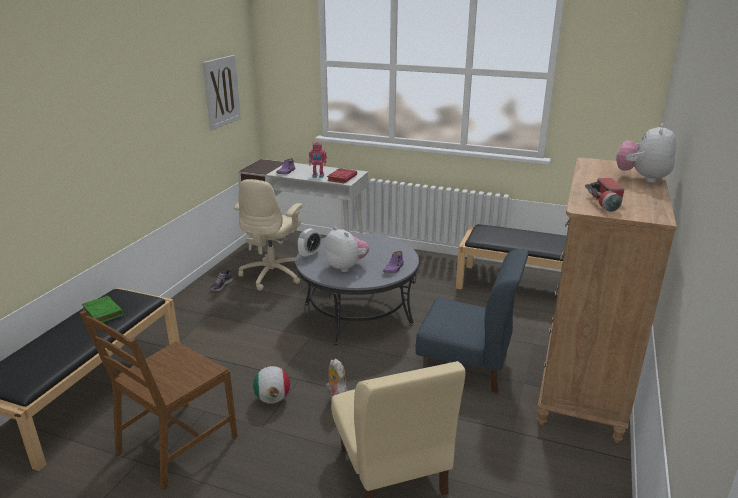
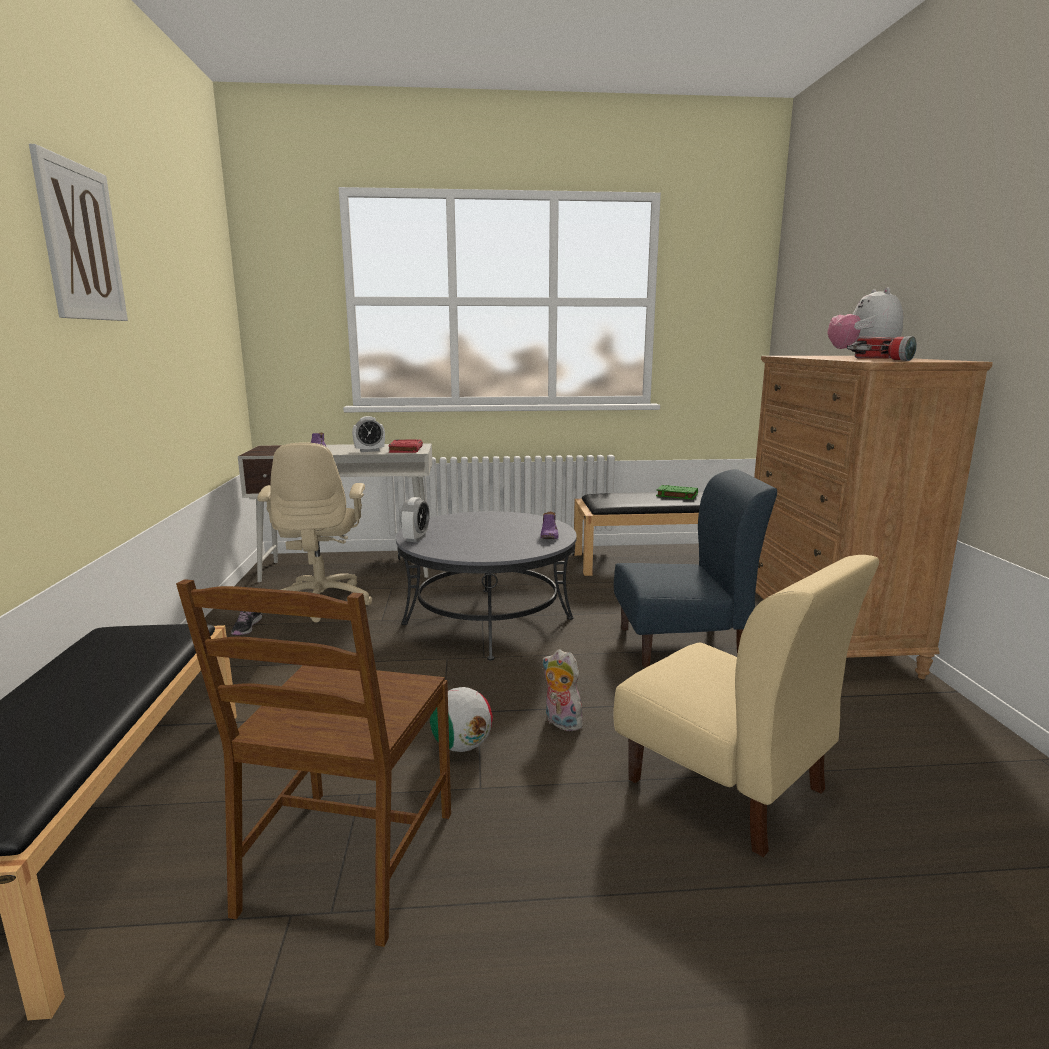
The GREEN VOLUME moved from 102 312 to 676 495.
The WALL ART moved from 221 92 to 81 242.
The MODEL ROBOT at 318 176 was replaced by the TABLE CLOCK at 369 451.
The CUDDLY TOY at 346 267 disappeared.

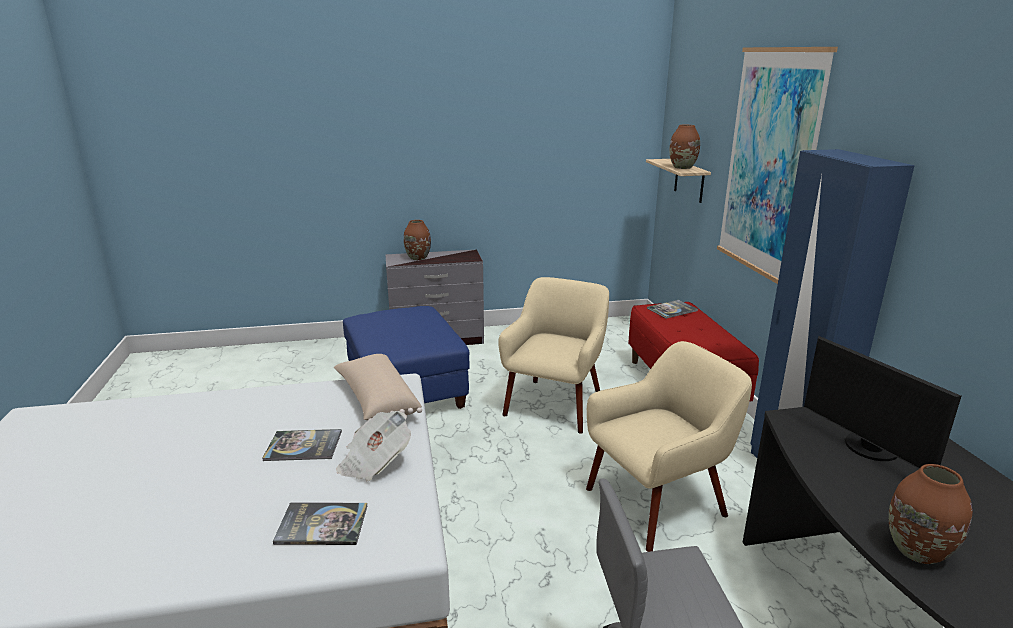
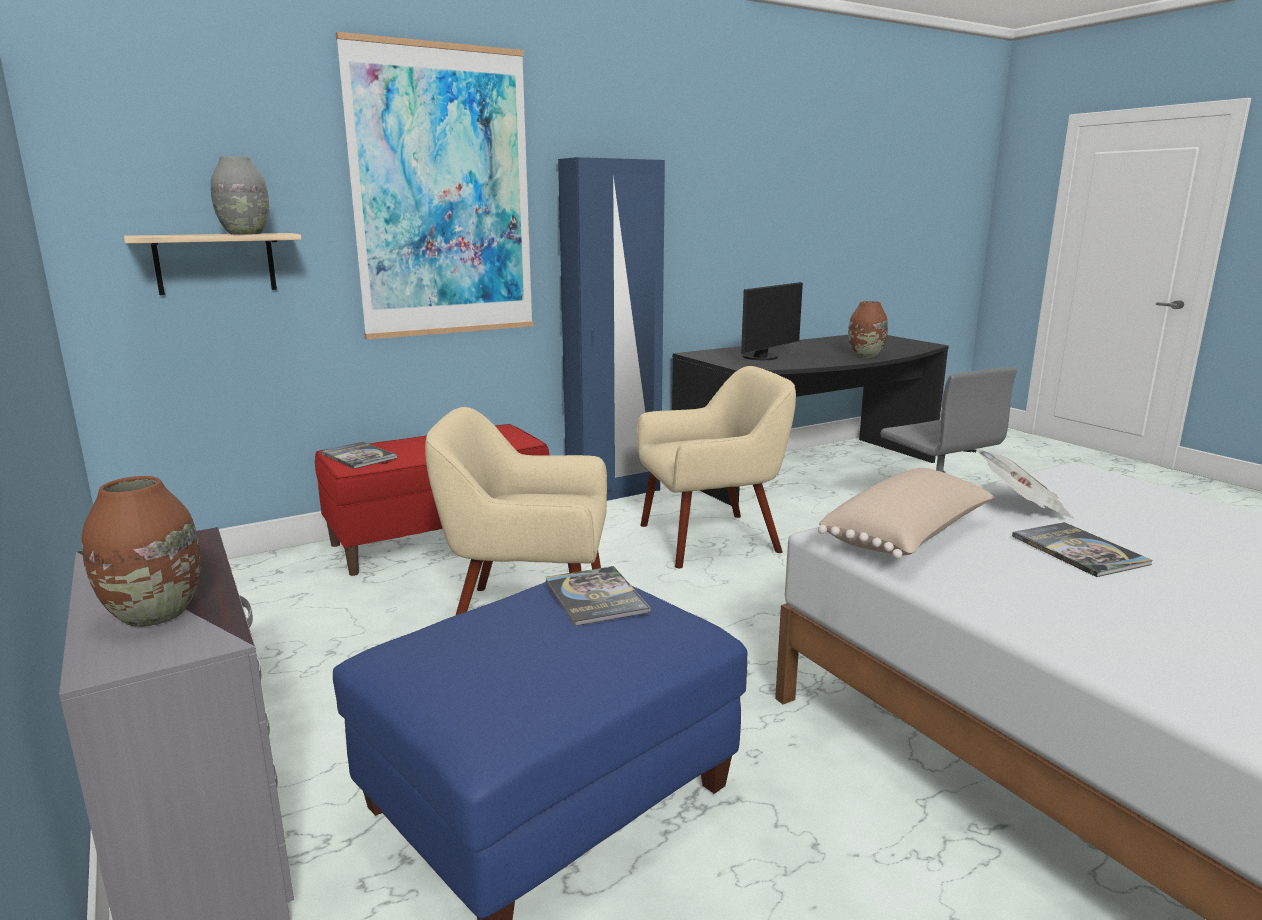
The VOLUME moved from 322 525 to 595 597.
The BEIGE-COLOURED ARMCHAIR at 658 502 turned 120 degrees clockwise.
The BROWNISH DECORATIVE VASE at 682 167 became the GREYISH DECORATIVE VASE at 245 234.

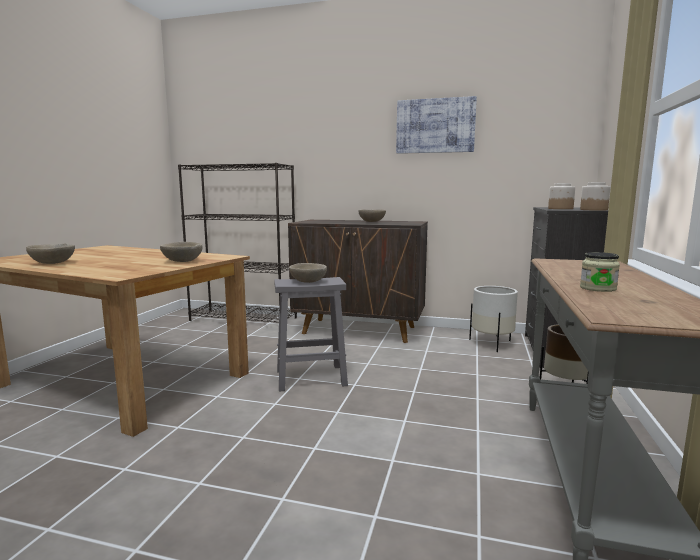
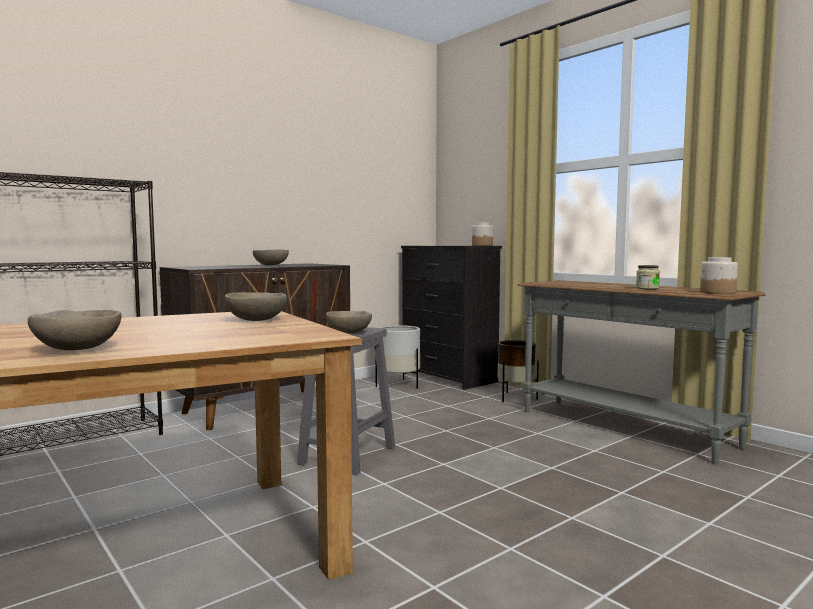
The WALL ART at 435 126 disappeared.
The STORAGE JAR moved from 560 208 to 717 292.

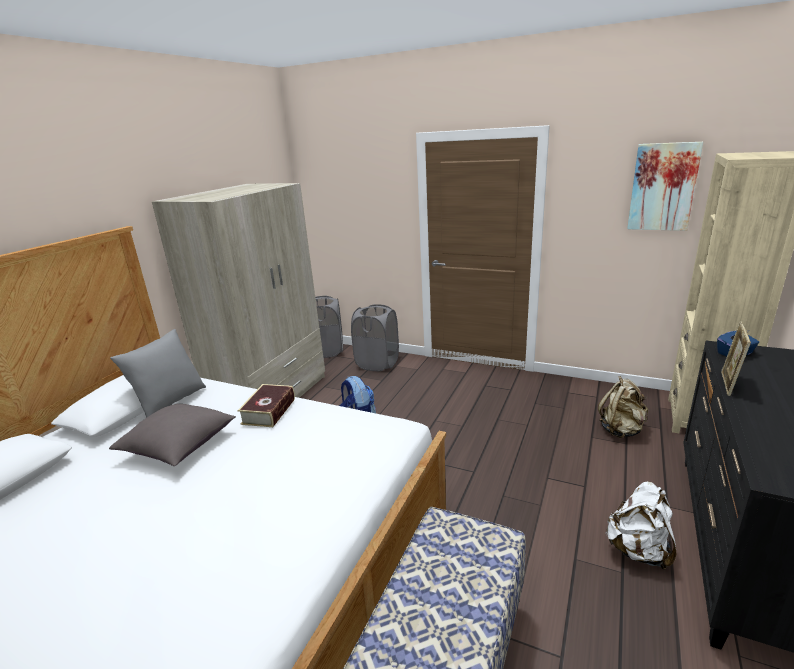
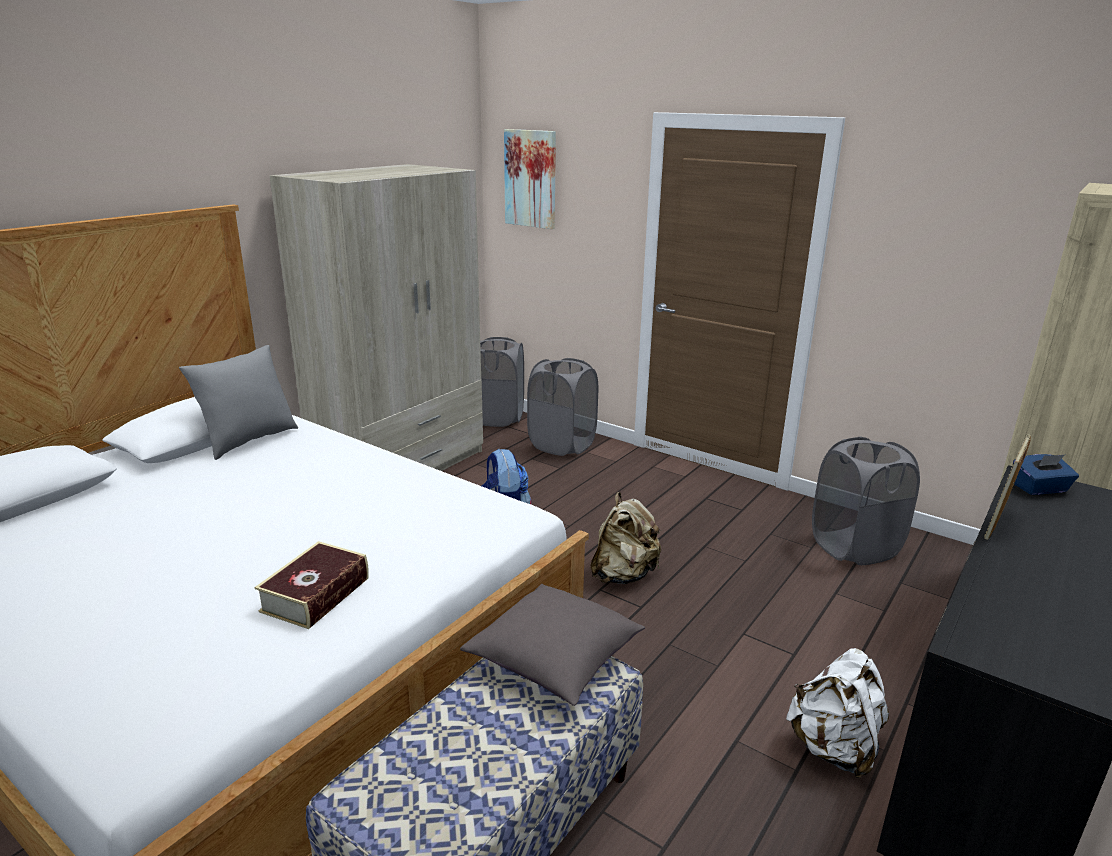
The GREYISH PILLOW moved from 180 447 to 555 662.
The VOLUME moved from 269 411 to 316 595.
The BEIGE-COLOURED RUCKSACK moved from 621 430 to 623 575.
The WALL ART moved from 662 187 to 531 179.
The GREYISH HAMPER at 854 547 appeared.

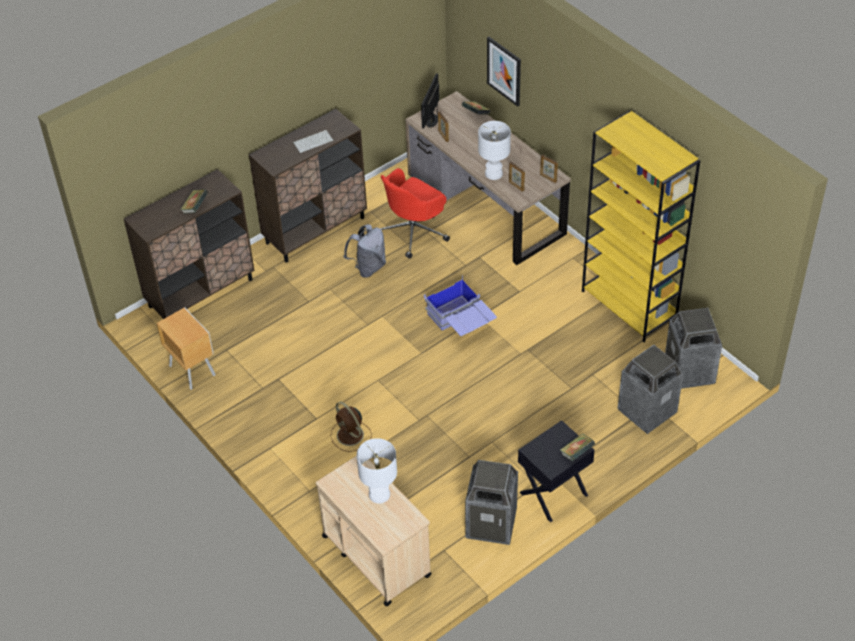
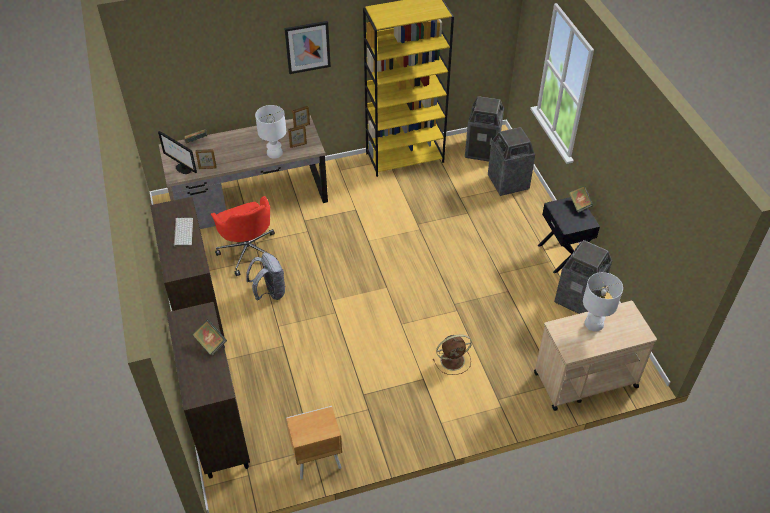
The BLUISH STORAGE BIN at 461 324 disappeared.
The WALL ART moved from 504 71 to 307 47.

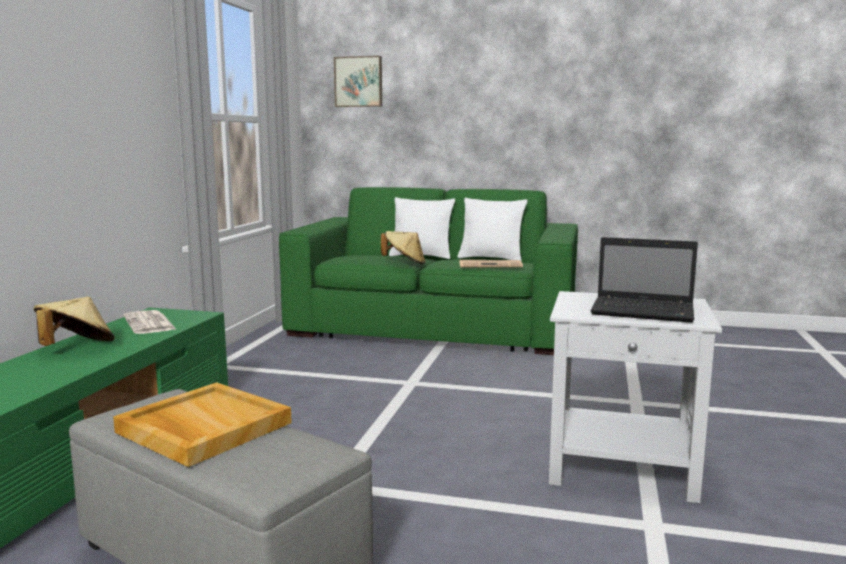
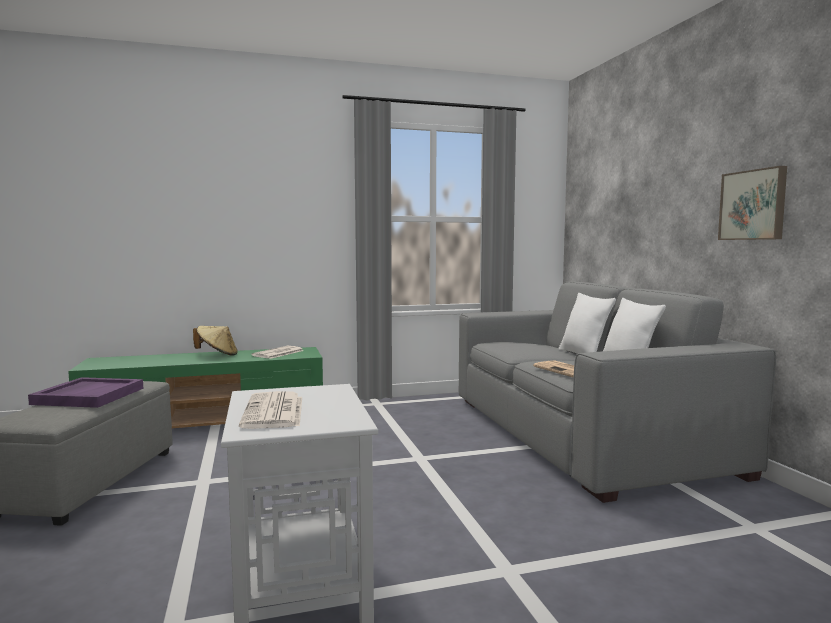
The BEIGE-COLOURED TRAY at 202 427 became the PURPLISH TRAY at 89 396.
The GREEN SOFA at 436 327 became the GREYISH SOFA at 580 433.
The WALL ART moved from 359 82 to 753 205.
The BEIGE-COLOURED WEARABLE HAT at 404 263 disappeared.
The PORTABLE COMPUTER at 645 312 was replaced by the NEWSPAPER at 274 412.

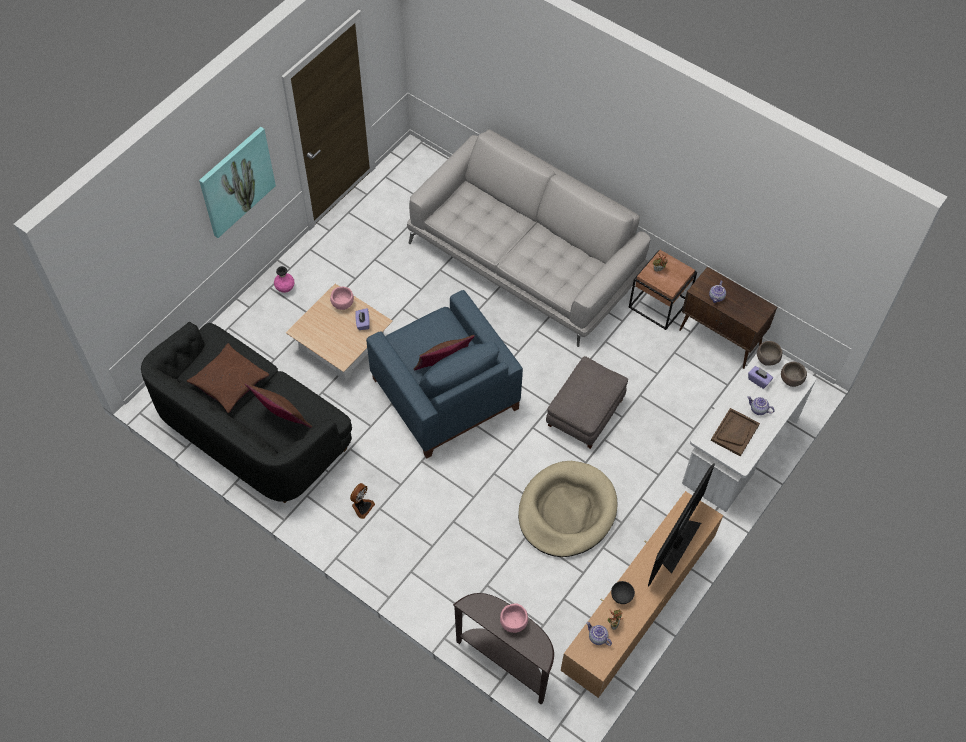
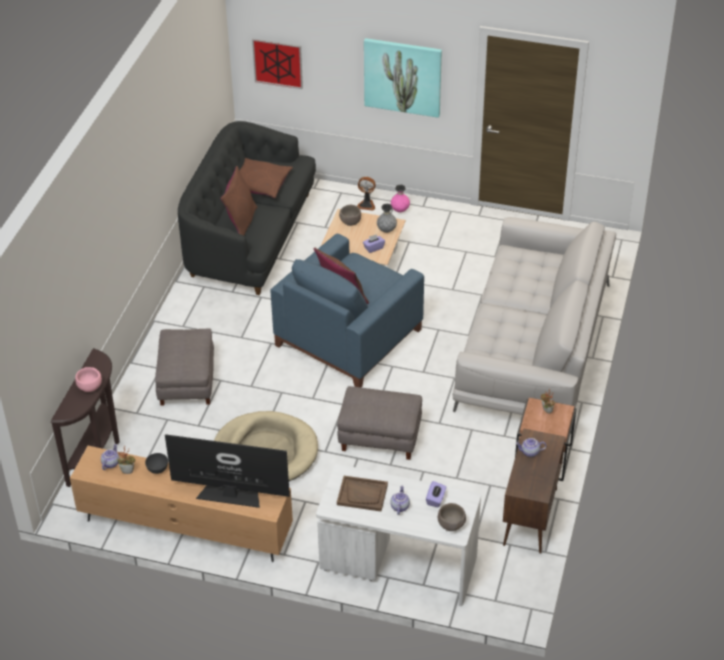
The PINK-COLOURED SERVING BOWL at 342 303 was replaced by the GREYISH DECORATIVE VASE at 386 230.
The COOLING FAN moved from 362 506 to 366 204.
The BROWNISH SERVING BOWL moved from 767 359 to 350 222.
The GREYISH FOOTREST at 186 381 appeared.
The WALL ART at 278 63 appeared.

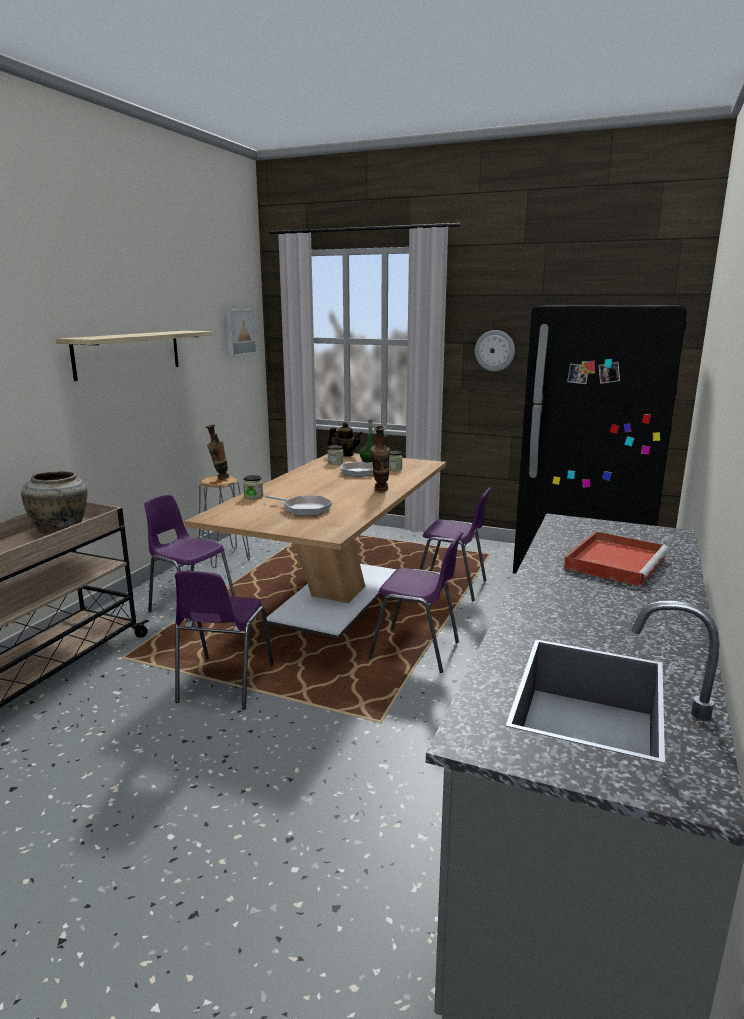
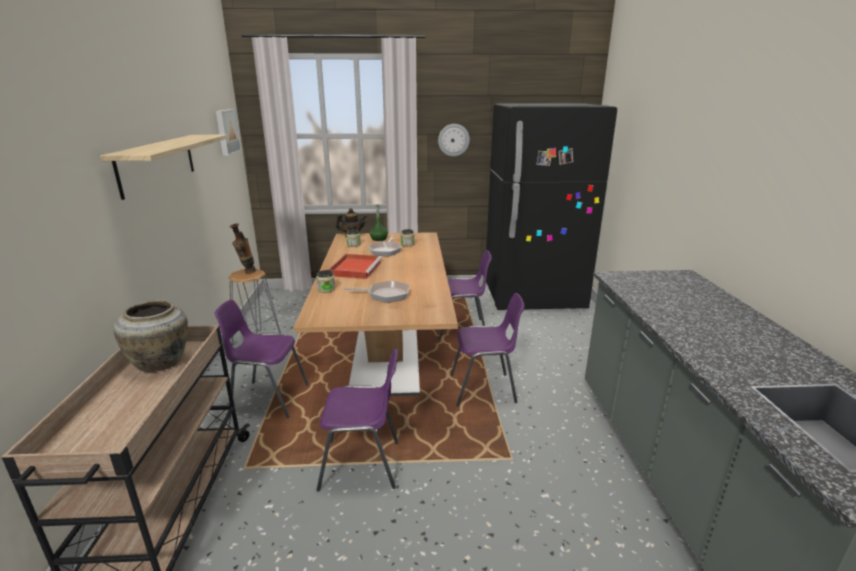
The PURPLISH PLAIN CHAIR at 224 684 turned 75 degrees counterclockwise.
The DECORATIVE VASE at 380 491 disappeared.
The RED-COLOURED TRAY moved from 615 561 to 355 268.

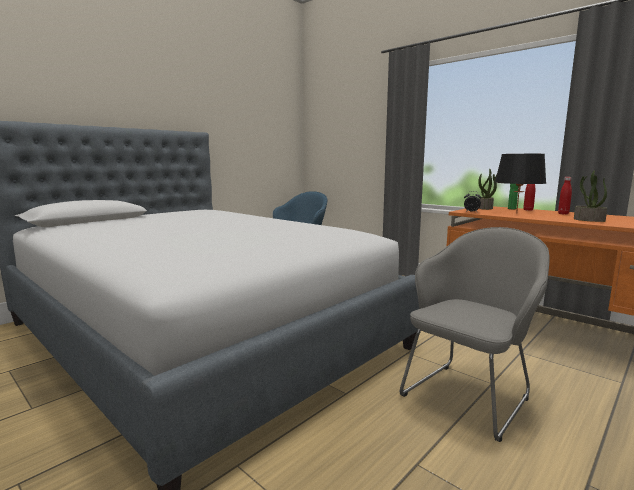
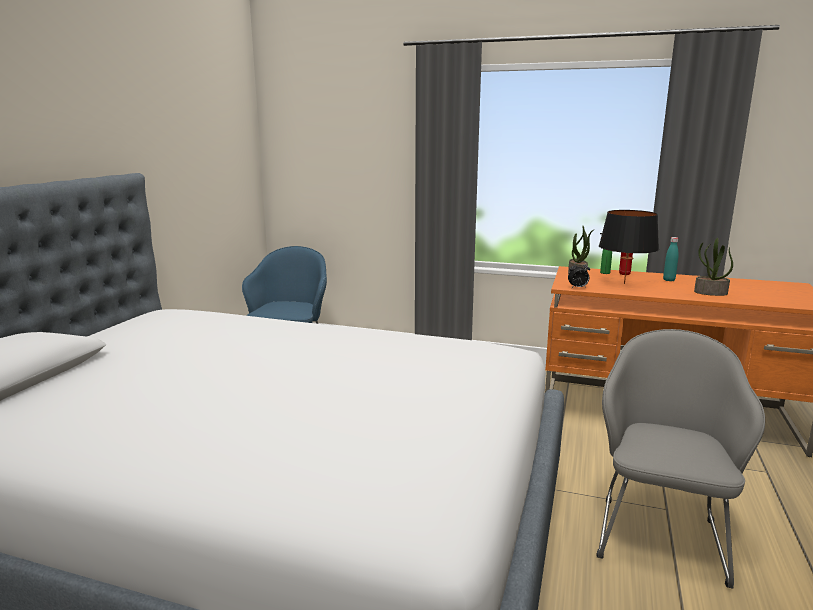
The RED-COLOURED BEVERAGE BOTTLE at 563 214 became the TURQUOISE BEVERAGE BOTTLE at 669 280.

